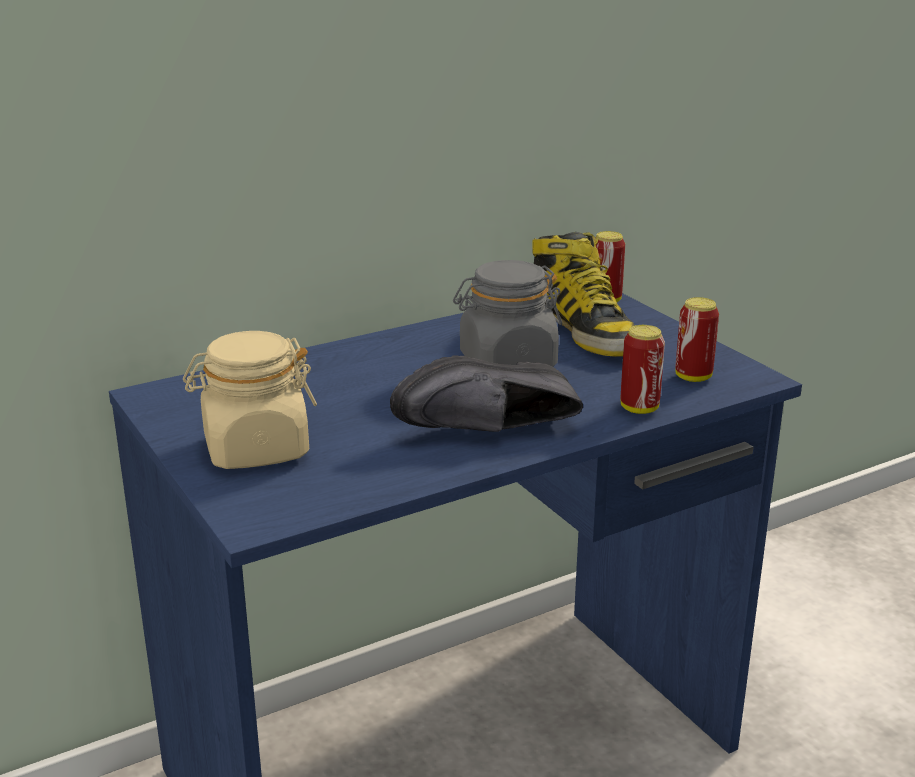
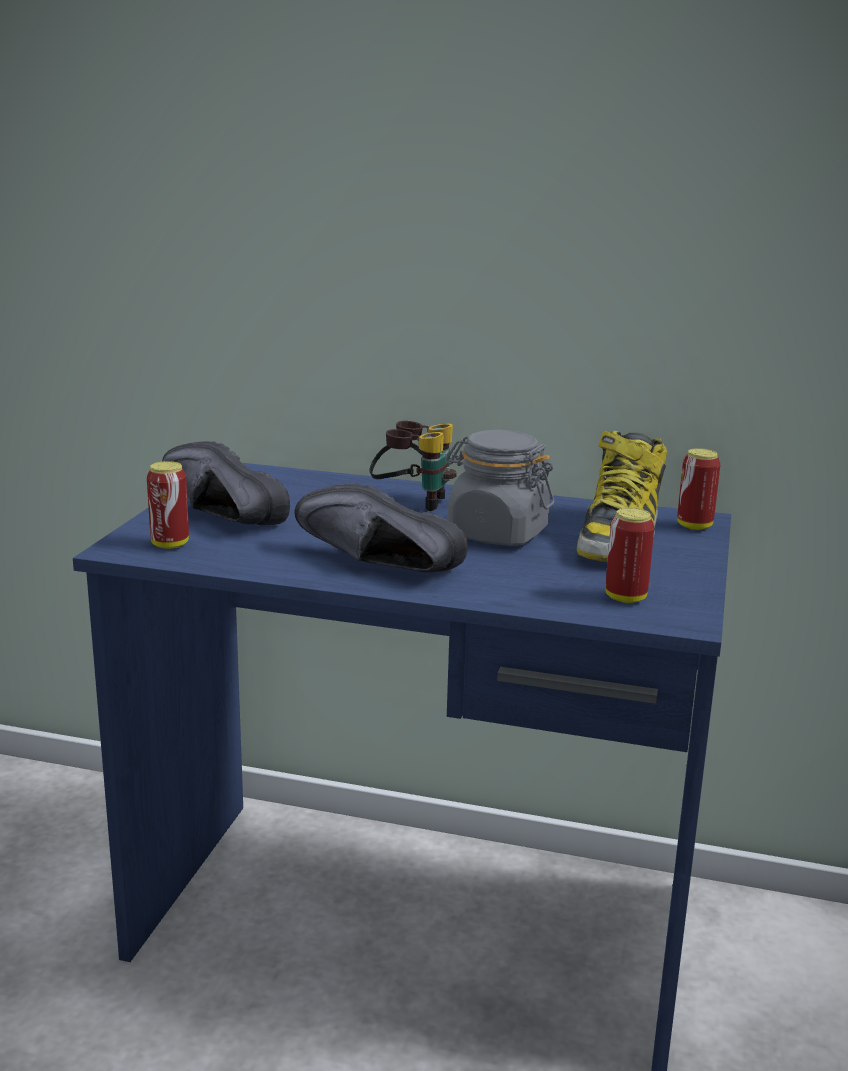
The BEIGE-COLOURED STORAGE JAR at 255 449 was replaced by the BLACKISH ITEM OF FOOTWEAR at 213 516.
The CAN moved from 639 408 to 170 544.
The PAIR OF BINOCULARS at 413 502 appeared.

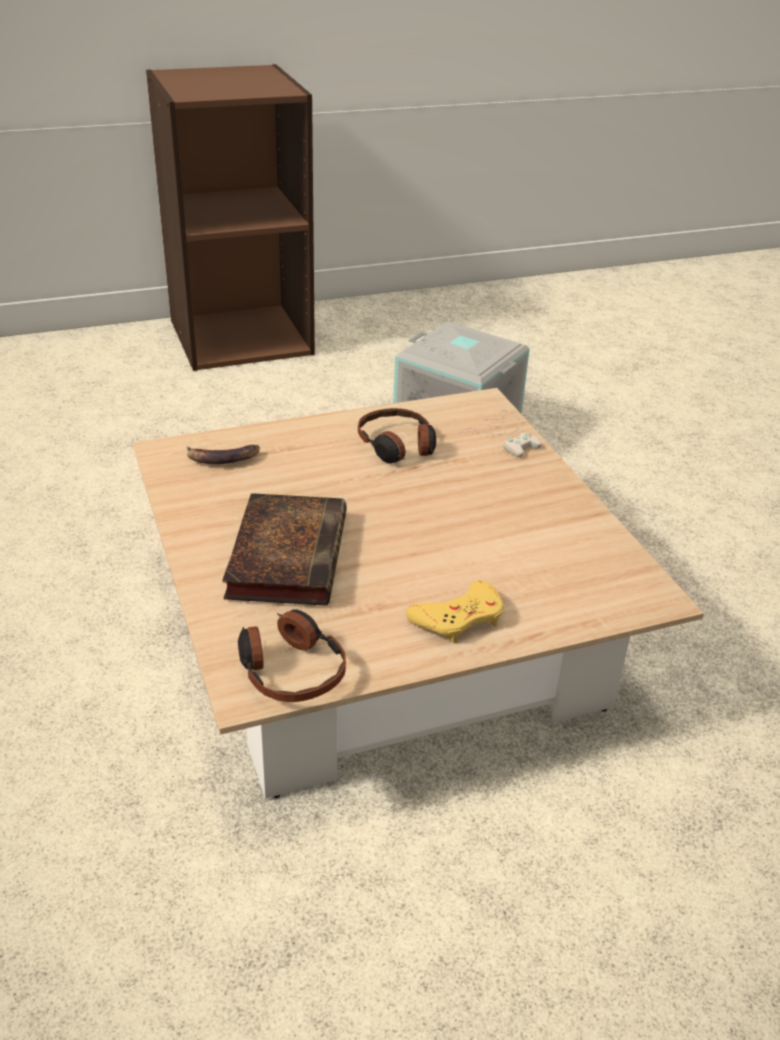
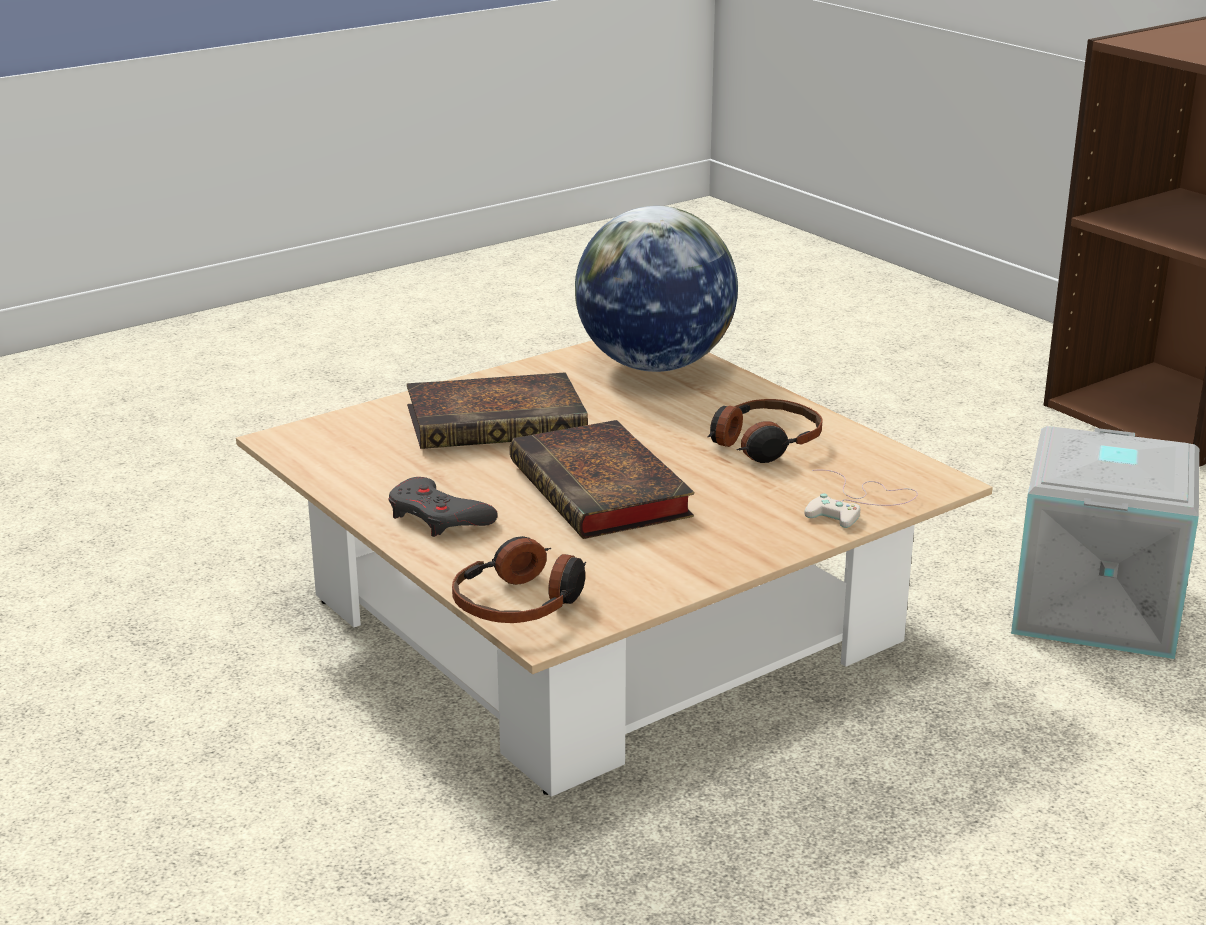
The BANANA FRUIT at 222 458 was replaced by the WORLD GLOBE at 654 365.
The PAIR OF HEADPHONES moved from 289 669 to 522 602.
The YELLOW GAME CONTROLLER at 459 618 became the GREYISH GAME CONTROLLER at 438 517.
The VOLUME at 603 492 appeared.

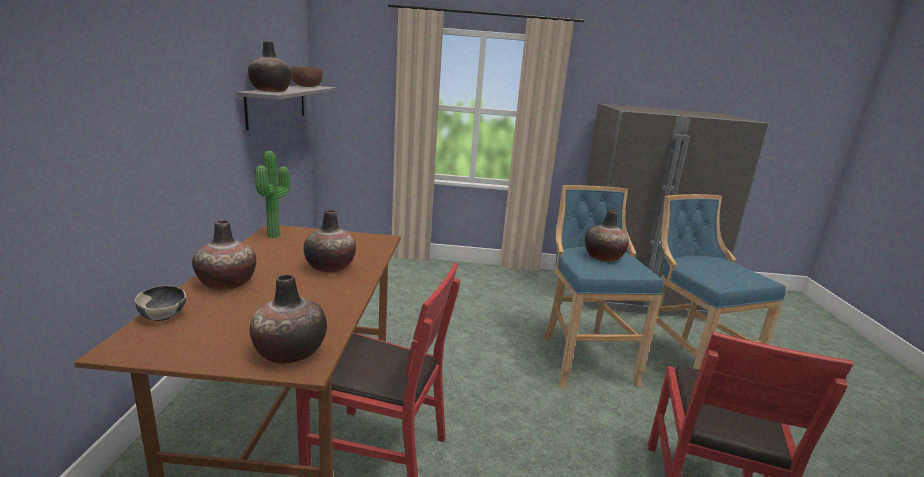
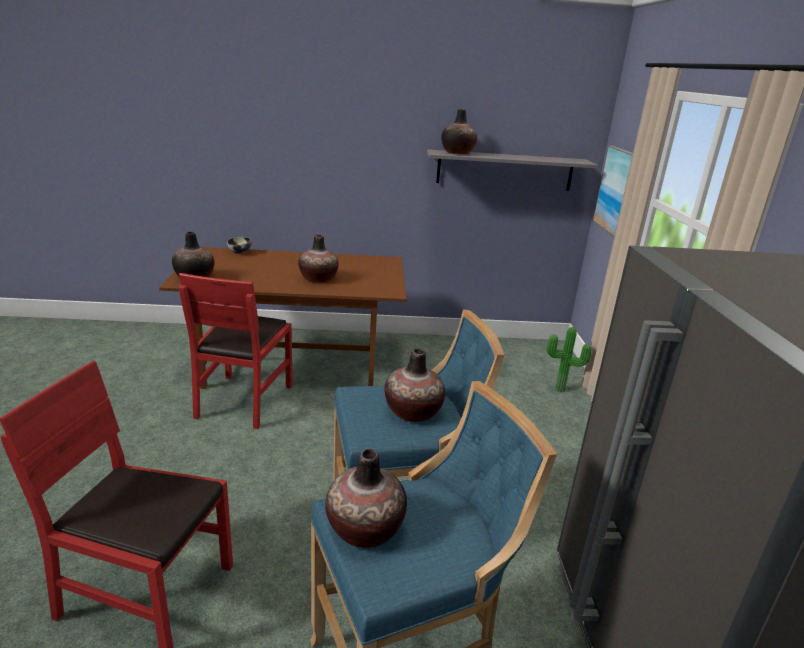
The DECORATIVE VASE moved from 226 283 to 364 529.
The HOUSEPLANT moved from 276 236 to 560 391.
The BROWNISH SERVING BOWL at 306 87 disappeared.
The WALL ART at 616 190 appeared.

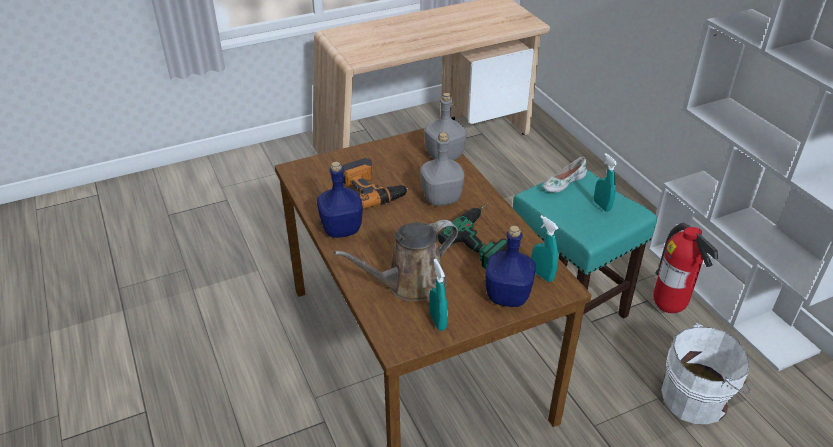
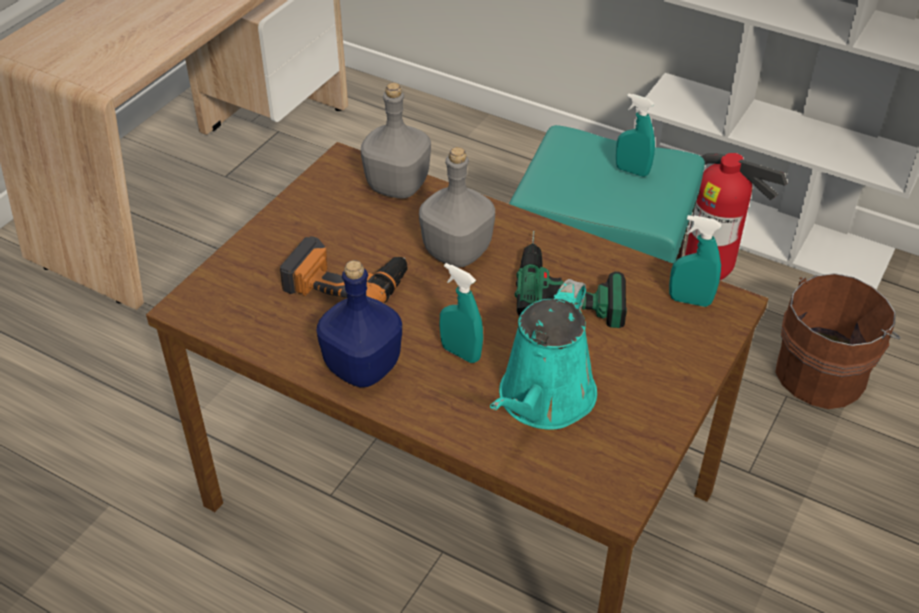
The BROWNISH WATERING POT at 410 284 became the TURQUOISE WATERING POT at 543 401.
The TURQUOISE SPRAYER moved from 438 321 to 461 353.
The BLUISH BEVERAGE BOTTLE at 507 295 disappeared.
The WHITE-COLOURED ITEM OF FOOTWEAR at 563 182 disappeared.
The WHITE-COLOURED PAIL at 697 398 became the BROWNISH PAIL at 824 372.

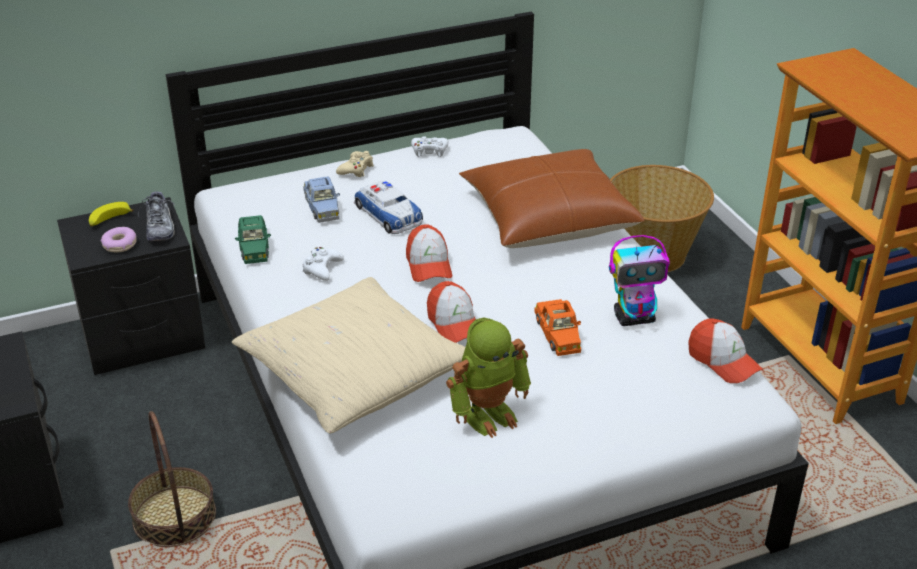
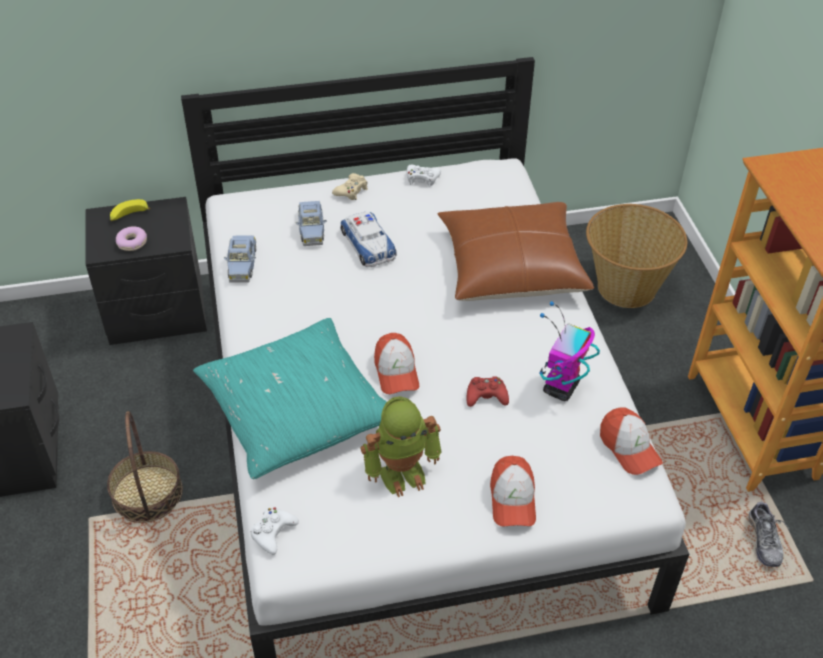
The ITEM OF FOOTWEAR moved from 160 227 to 764 540.
The BEIGE-COLOURED PILLOW at 354 372 became the TURQUOISE PILLOW at 296 410.
The GREEN MINIATURE CAR at 254 246 became the BLUISH MINIATURE CAR at 242 264.
The WHITE-COLOURED GAME CONTROLLER moved from 322 268 to 273 533.
The BASEBALL CAP moved from 428 265 to 512 499.
The ORANGEY MINIATURE CAR at 558 334 was replaced by the RED-COLOURED GAME CONTROLLER at 486 396.
The MODEL ROBOT at 634 318 turned 120 degrees clockwise.

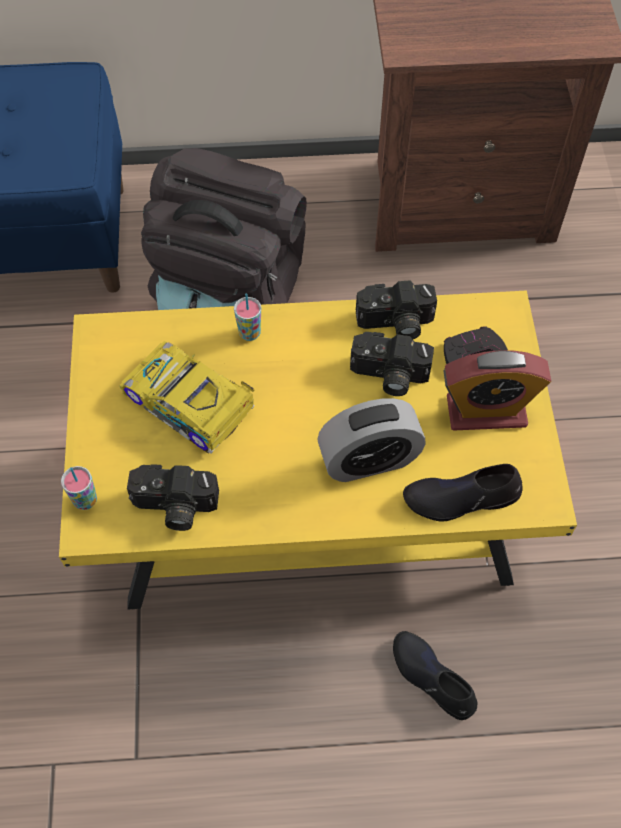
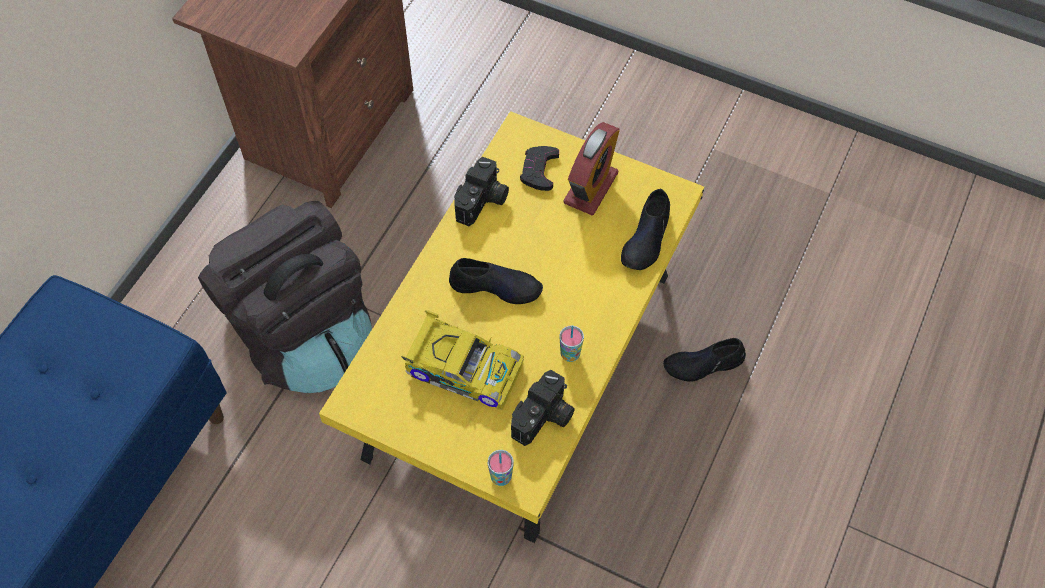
The MINIATURE CAR at 190 404 turned 135 degrees counterclockwise.
The DRINKING CUP moved from 249 333 to 570 354.
The TABLE CLOCK at 369 459 disappeared.
The STILL CAMERA at 388 376 disappeared.
The BLACKISH ITEM OF FOOTWEAR at 496 286 appeared.

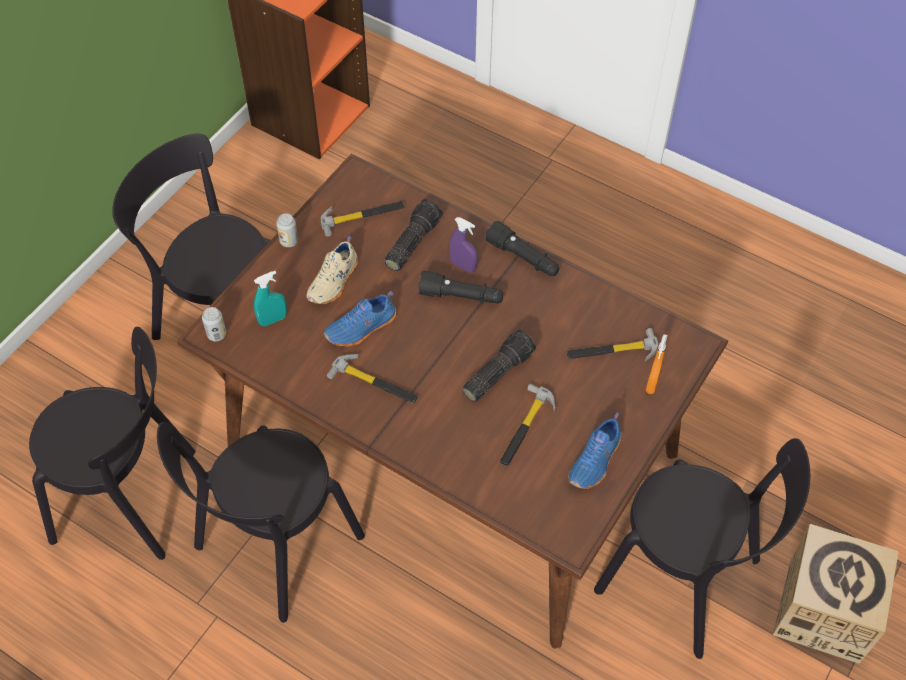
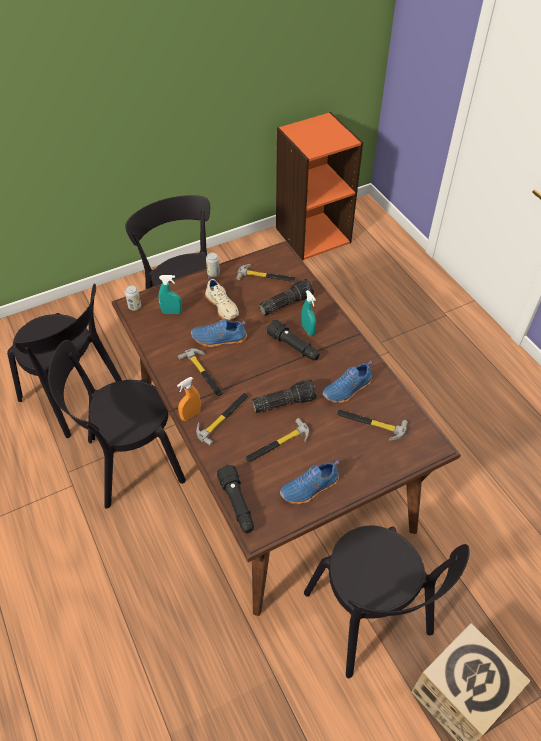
The BEIGE-COLOURED ITEM OF FOOTWEAR at 334 282 turned 90 degrees counterclockwise.
The PURPLISH SPRAYER at 463 266 became the TURQUOISE SPRAYER at 308 330.
The BLACKISH HAND TORCH moved from 523 258 to 237 504.
The ORANGEY SPRAYER moved from 652 383 to 190 415.
The HAMMER at 223 417 appeared.
The BLUISH ITEM OF FOOTWEAR at 347 389 appeared.

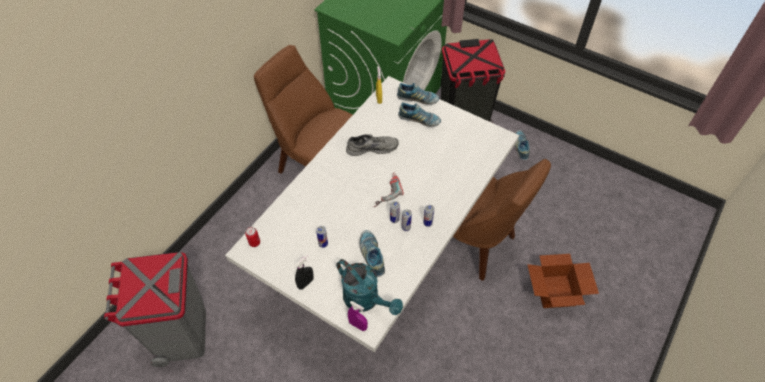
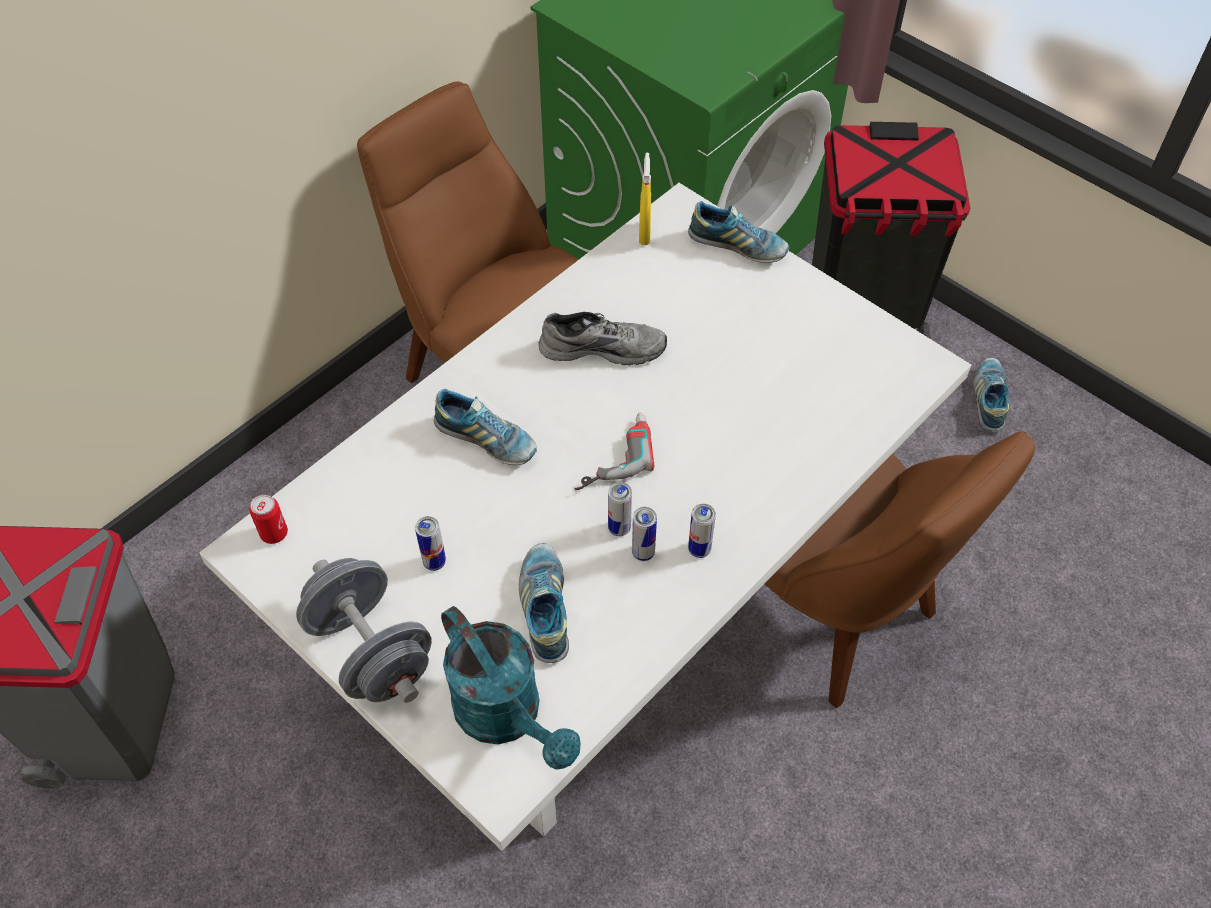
The BLACKISH SPRAYER at 305 283 was replaced by the GREYISH DUMBBELL at 371 651.
The PURPLISH SPRAYER at 358 325 disappeared.
The ITEM OF FOOTWEAR moved from 419 120 to 486 440.
The PACKING BOX at 556 292 disappeared.

